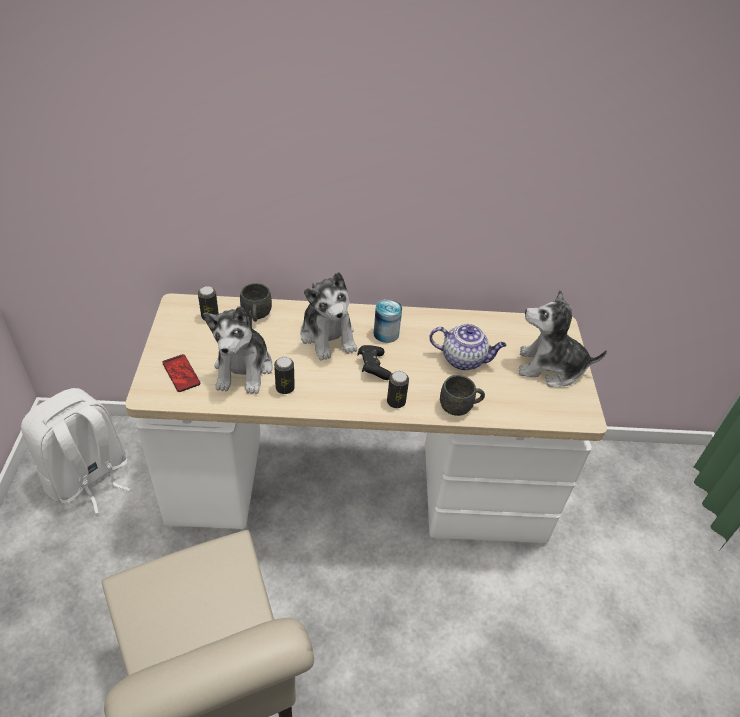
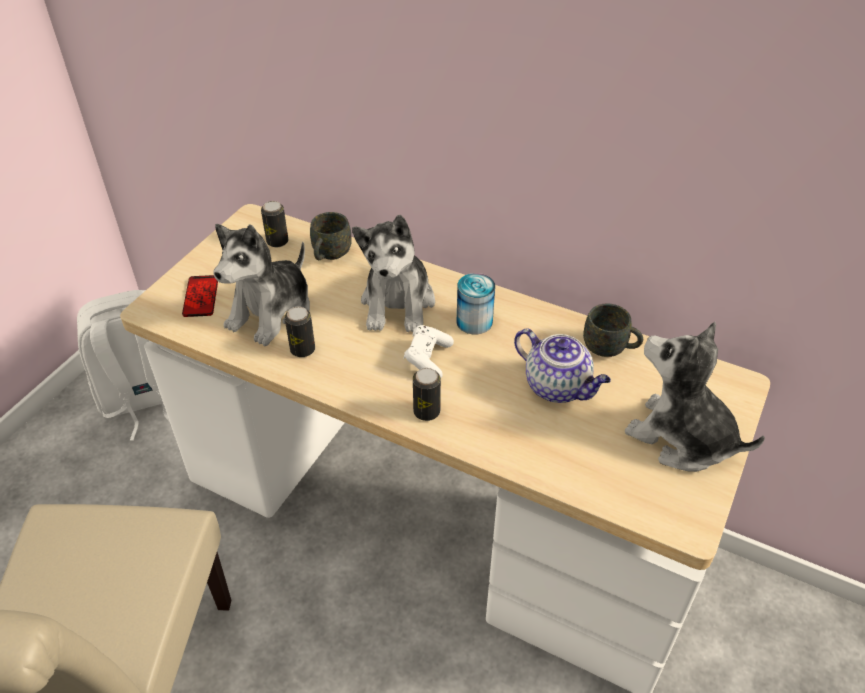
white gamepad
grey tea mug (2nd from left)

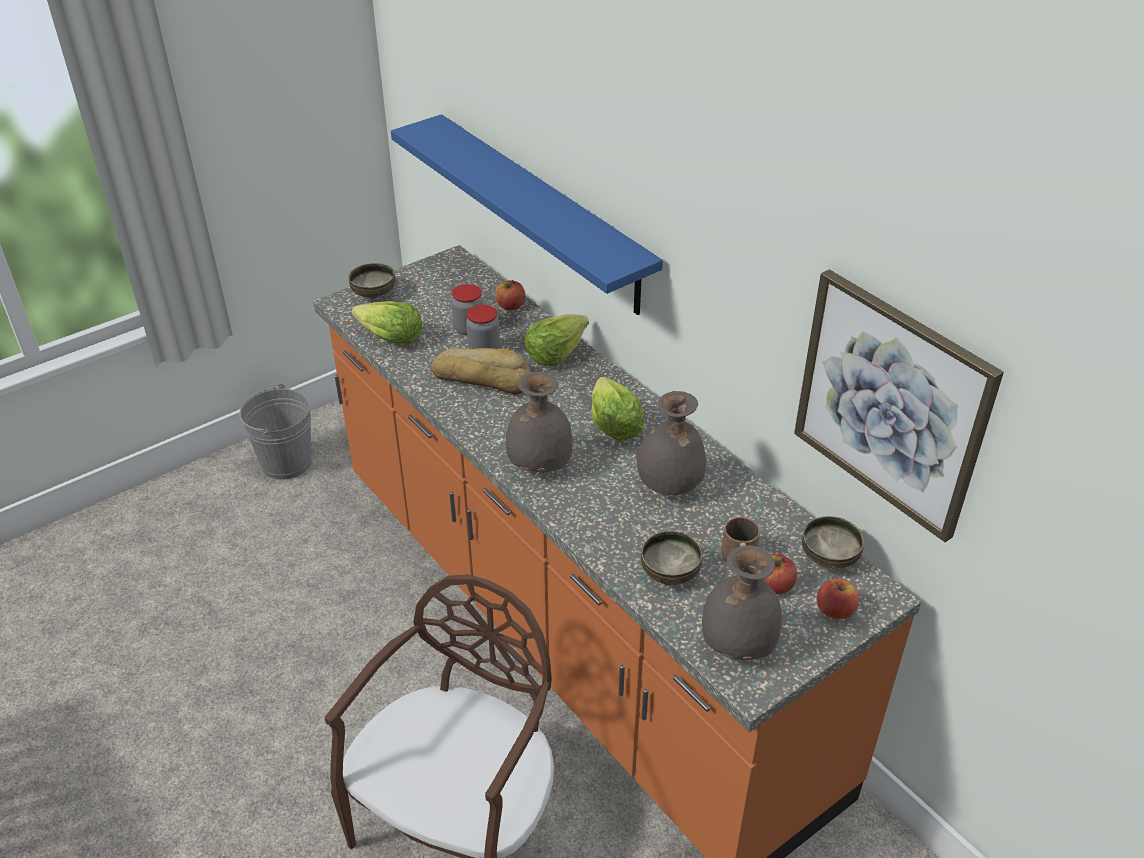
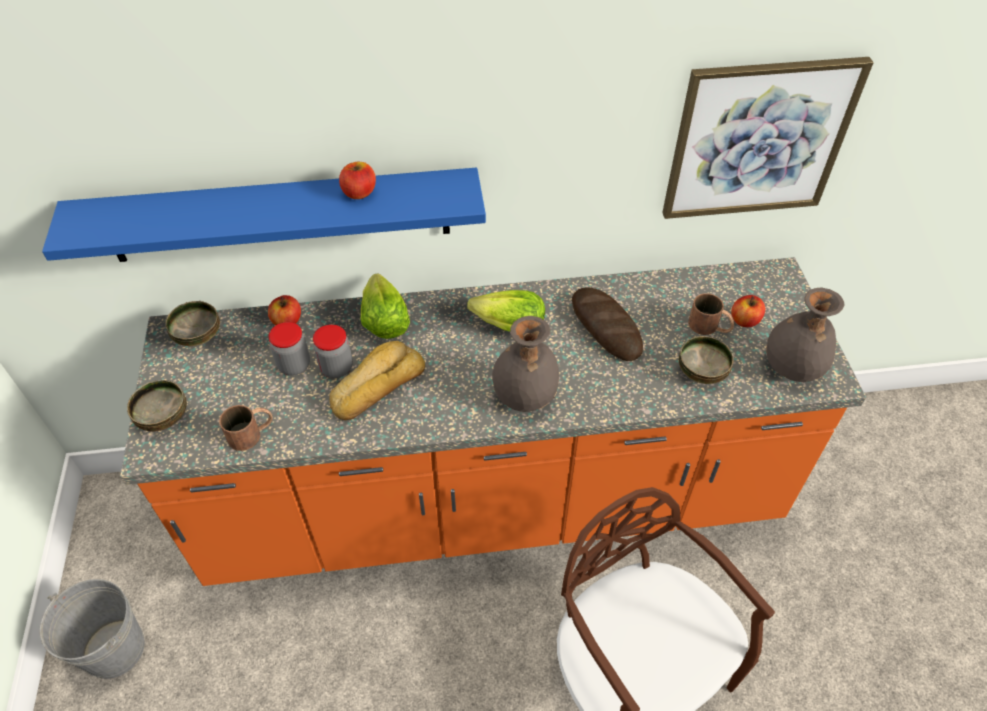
brownish tea mug (1st from left)
bread (2nd from left)
bowl (2nd from left)
whole apple (2nd from left)

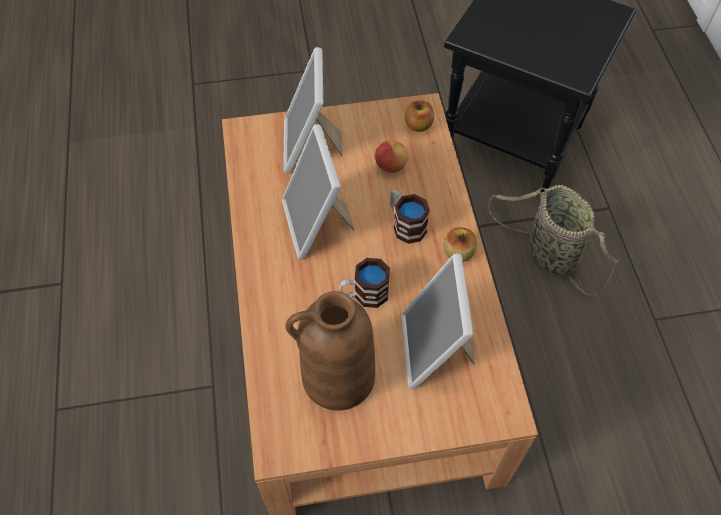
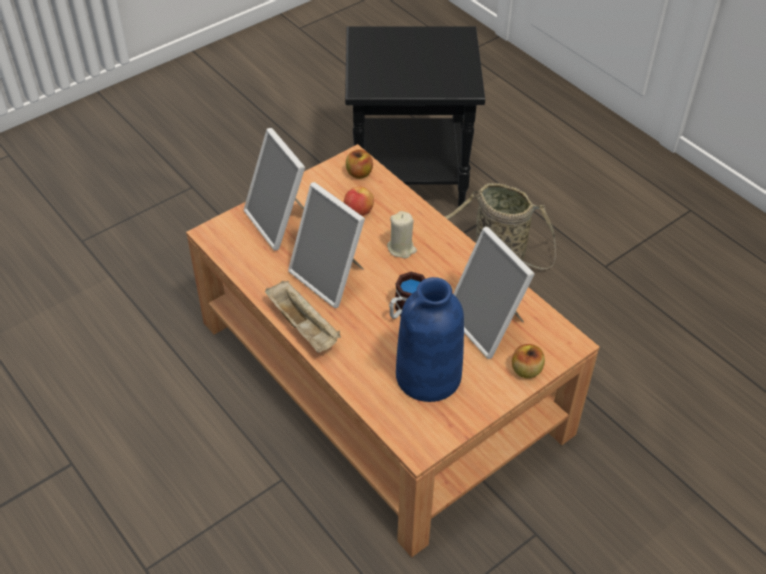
bluish vase
beige-coloured wax candle
whole apple (3rd from left)
beige-coloured carrying tray

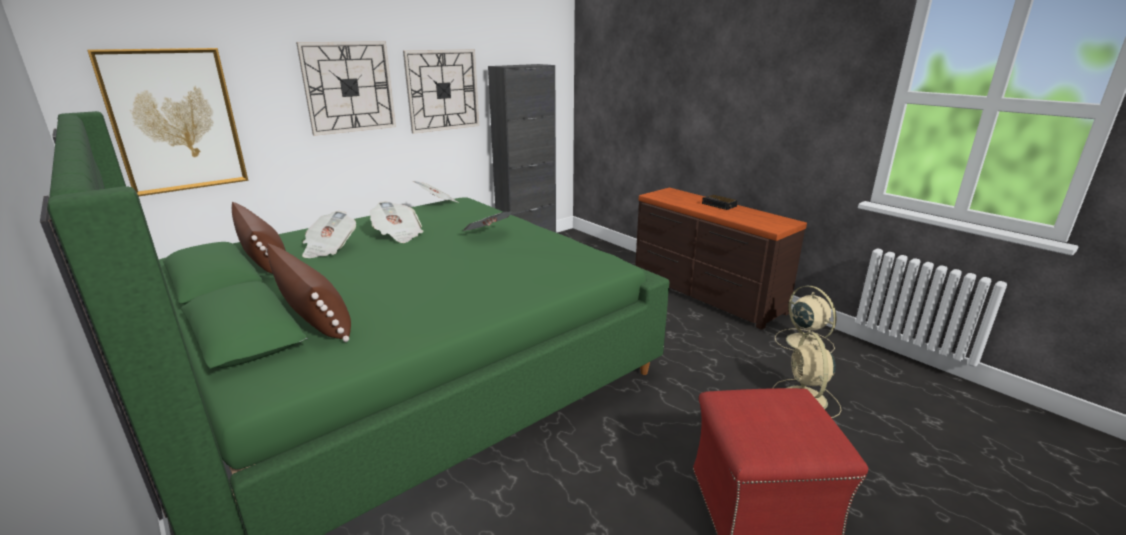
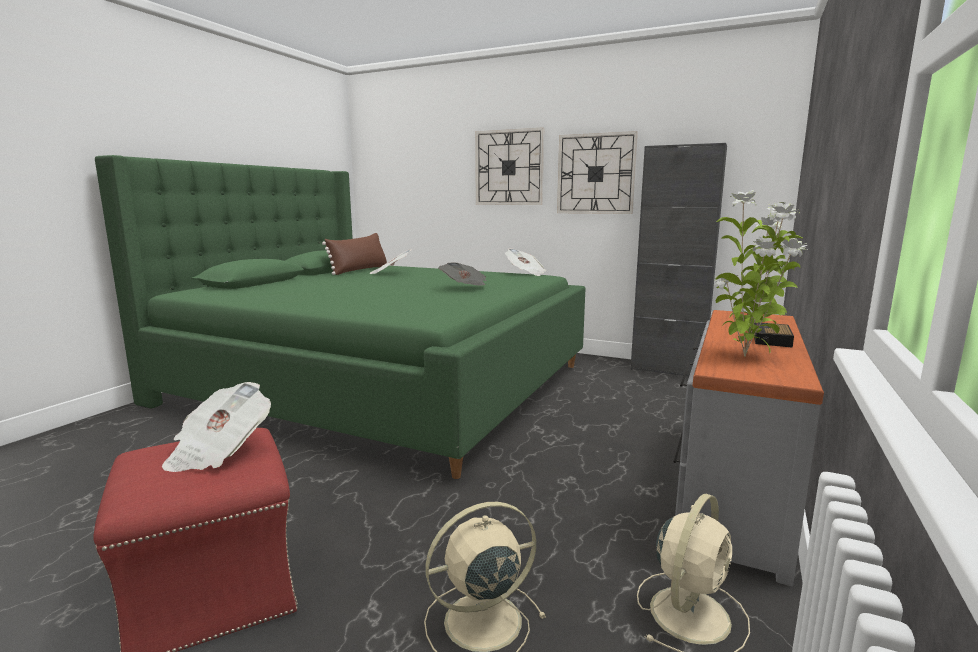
wall art
brownish cushion (2nd from left in the first image)
daily paper (1st from left)
grey drawer chest
plant in a pot

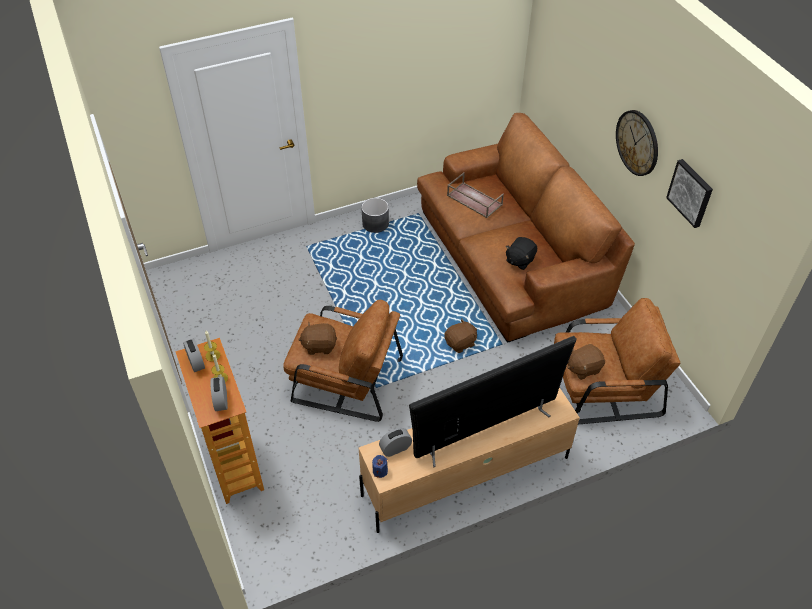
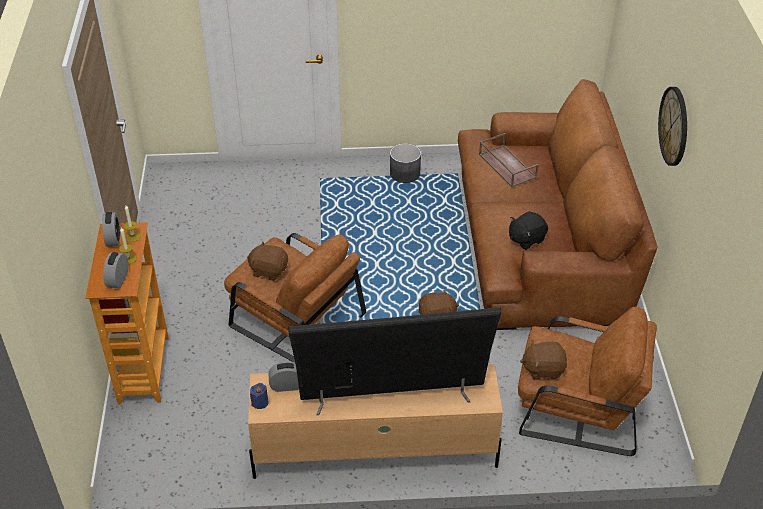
wall art

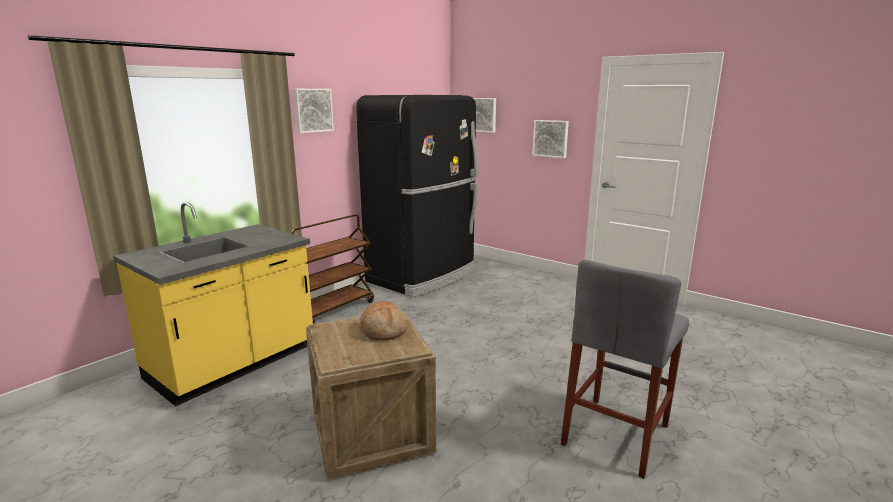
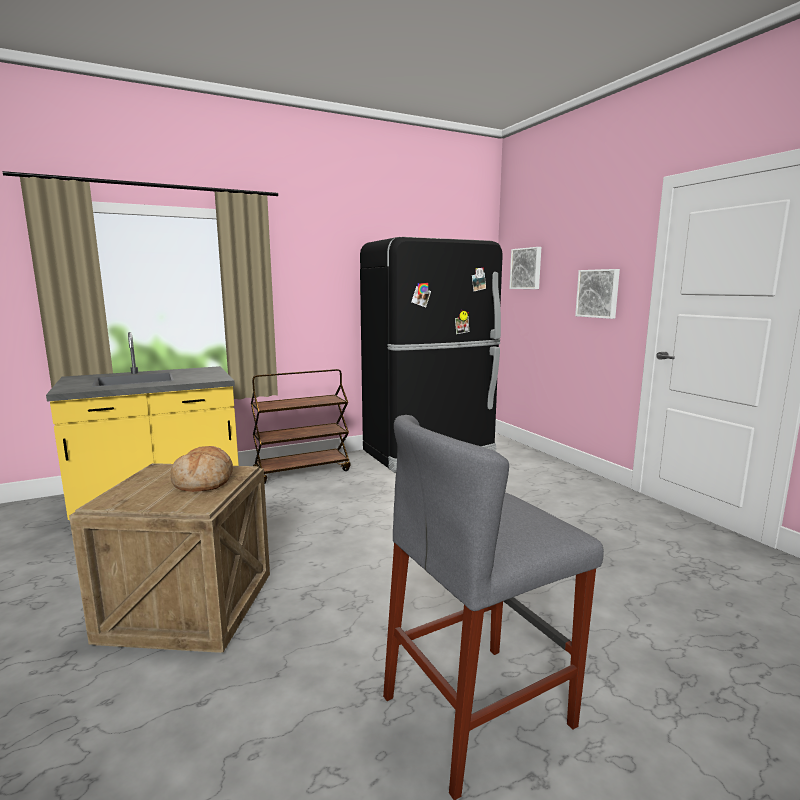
wall art (1st from left in the first image)

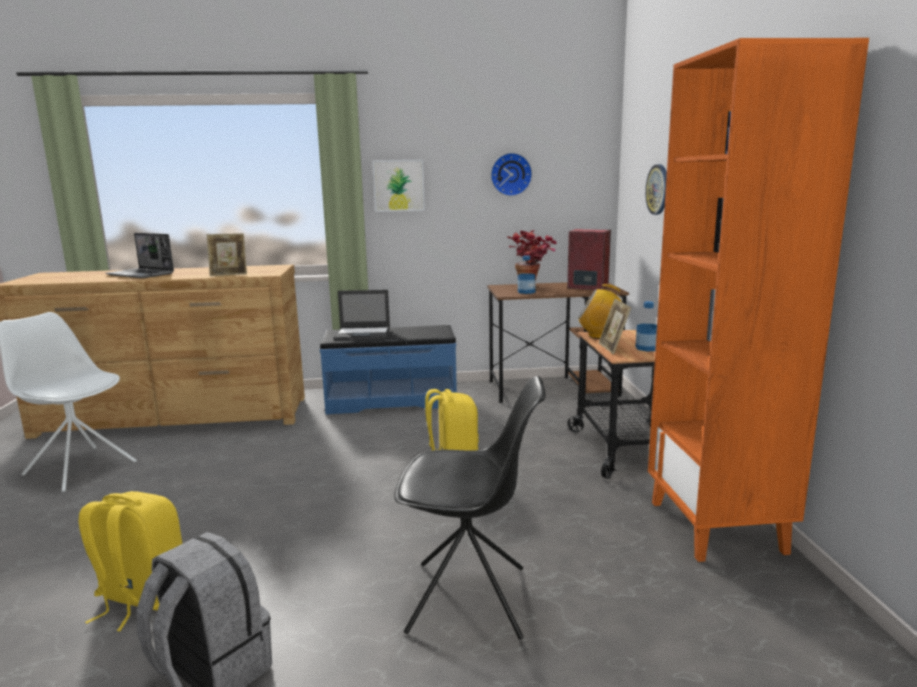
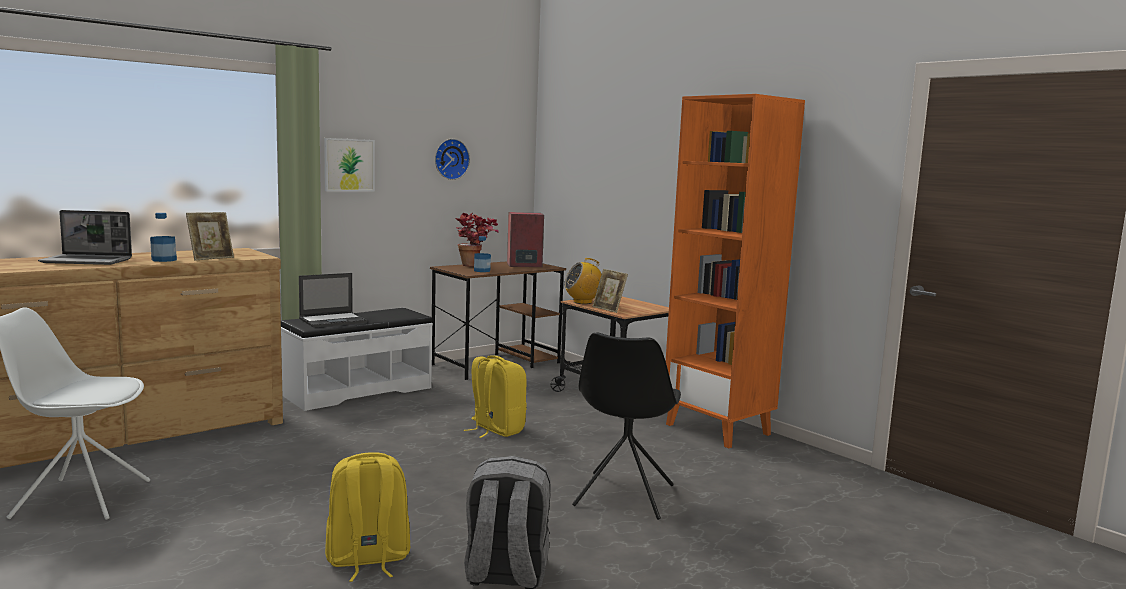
white bench
black-coloured upright chair
drink bottle (1st from left)
clock on the wall (2nd from left in the first image)

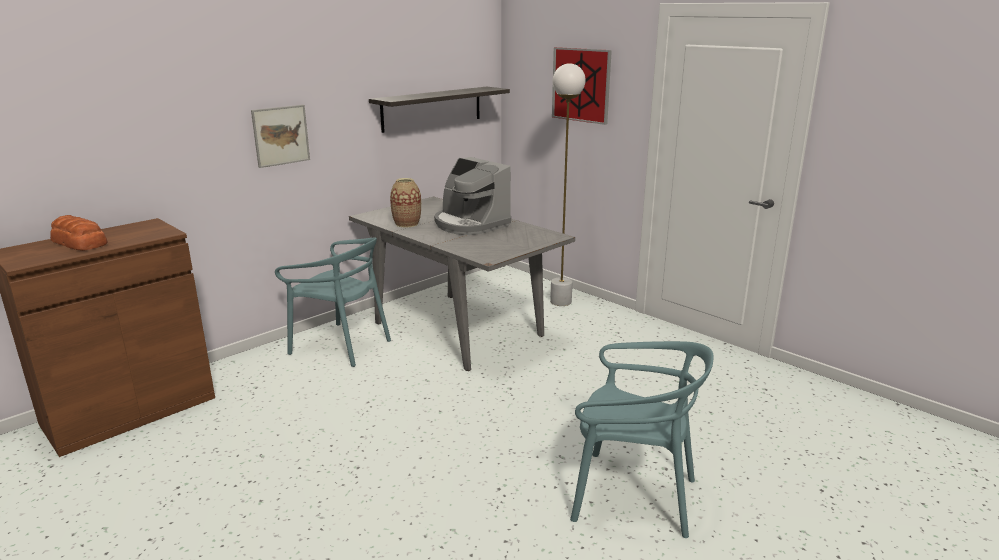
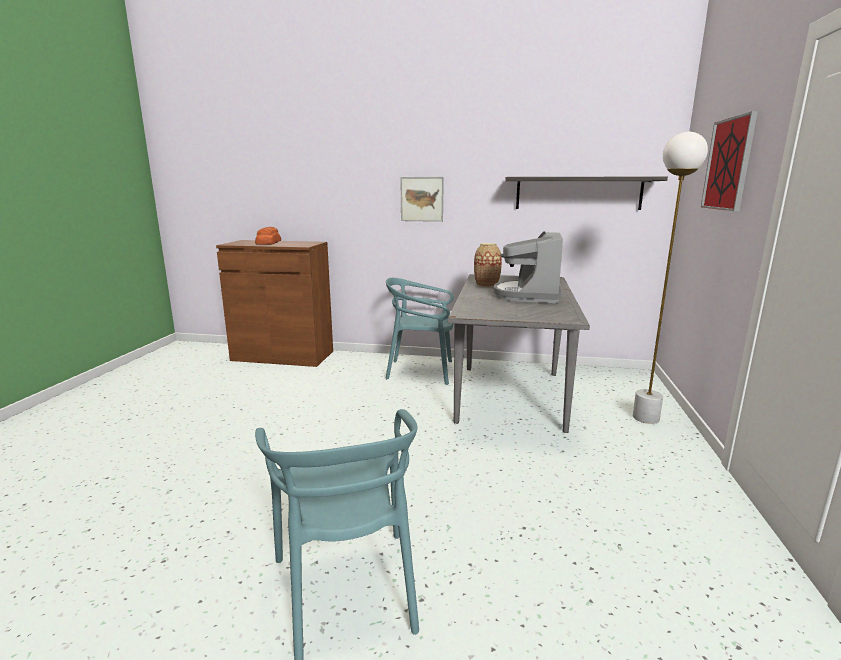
blue-green upright chair (2nd from left)

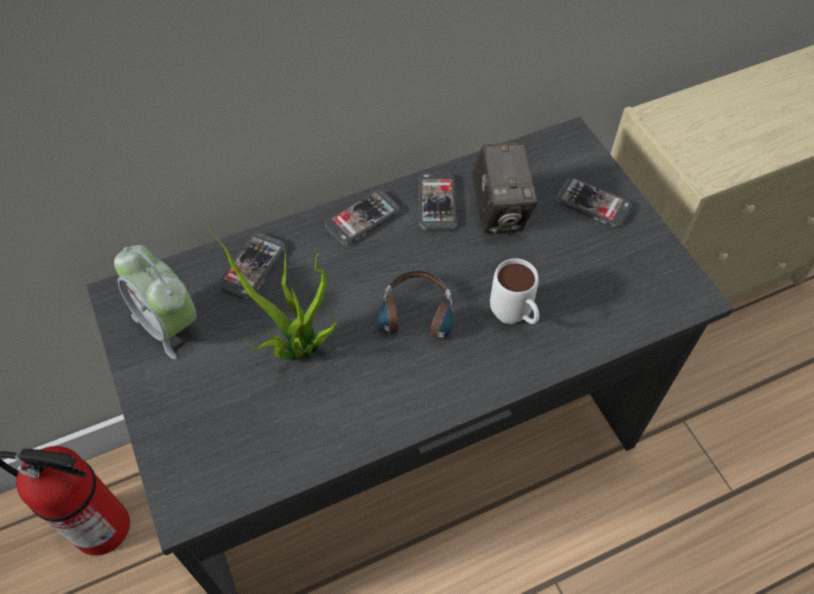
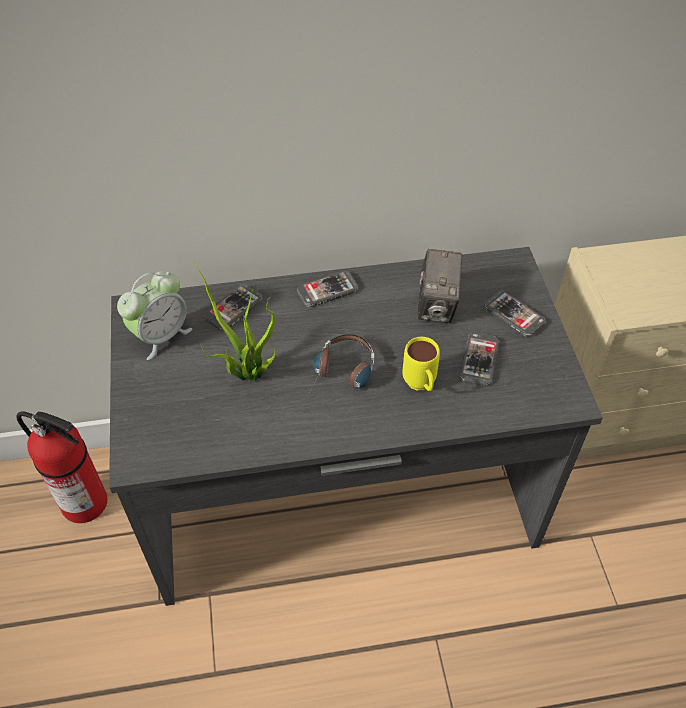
alarm clock
phone (3rd from left)
yellow tea mug

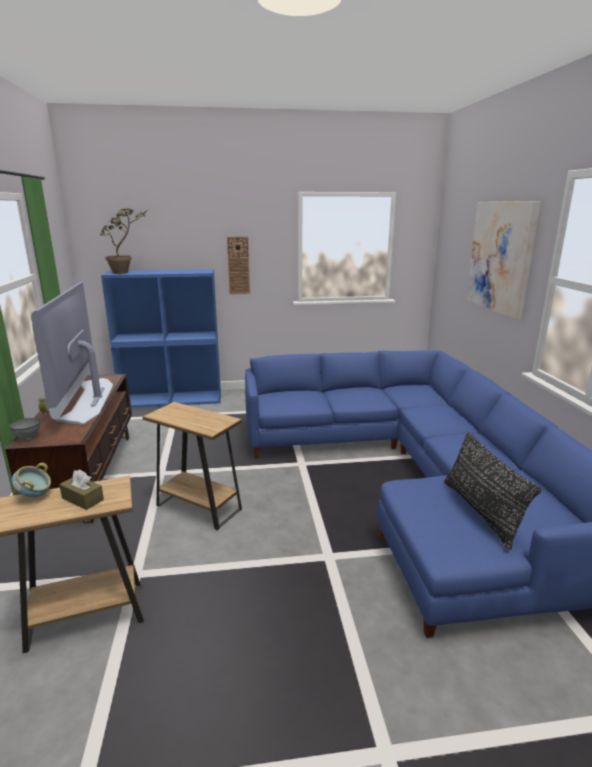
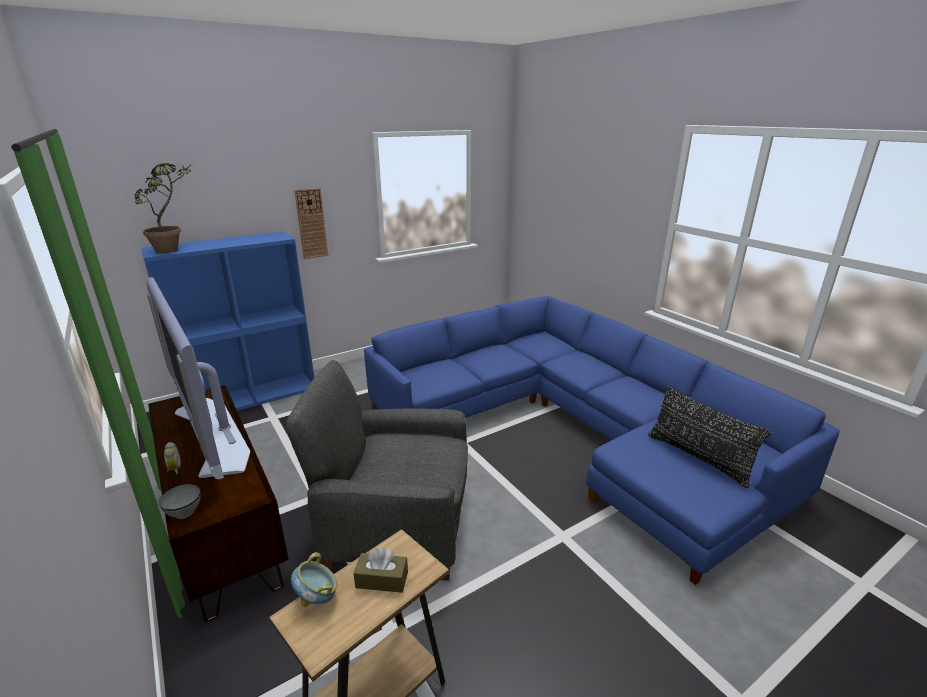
grey easy chair
wall art

